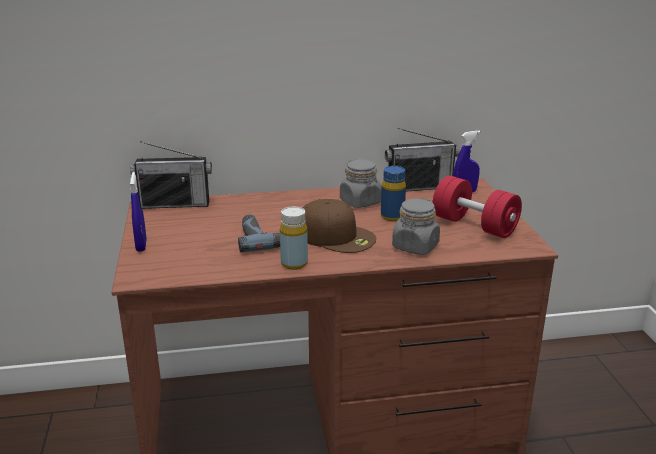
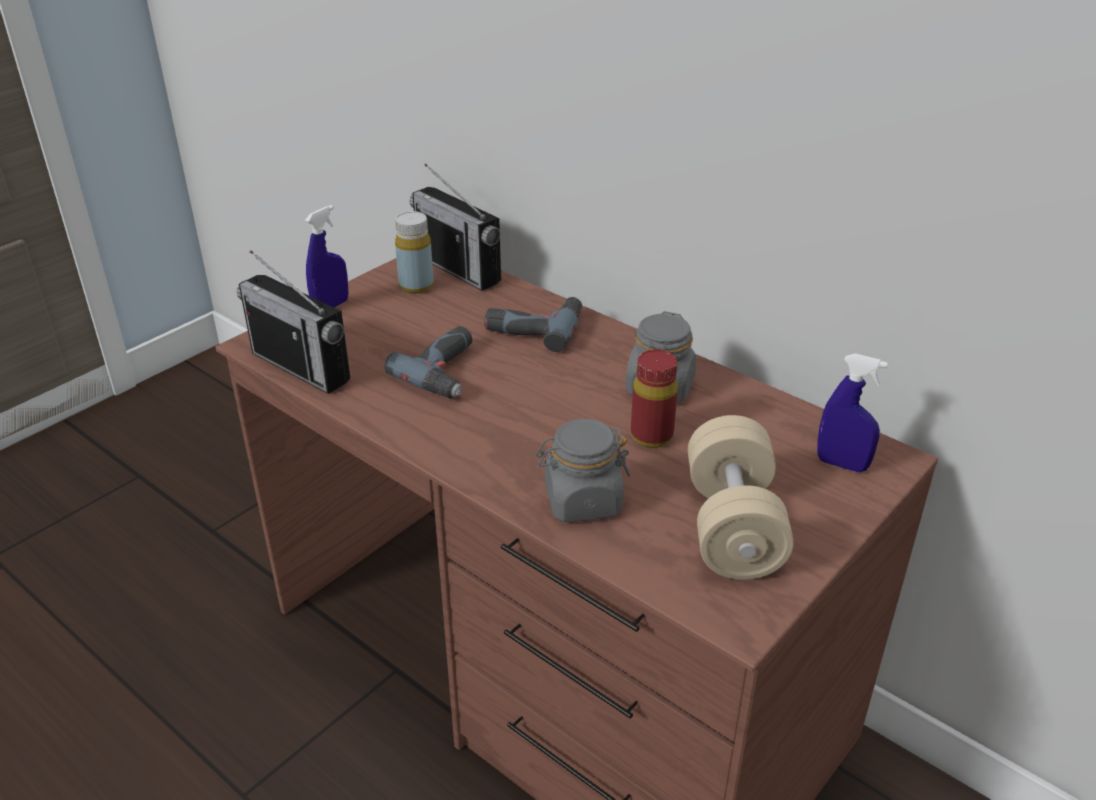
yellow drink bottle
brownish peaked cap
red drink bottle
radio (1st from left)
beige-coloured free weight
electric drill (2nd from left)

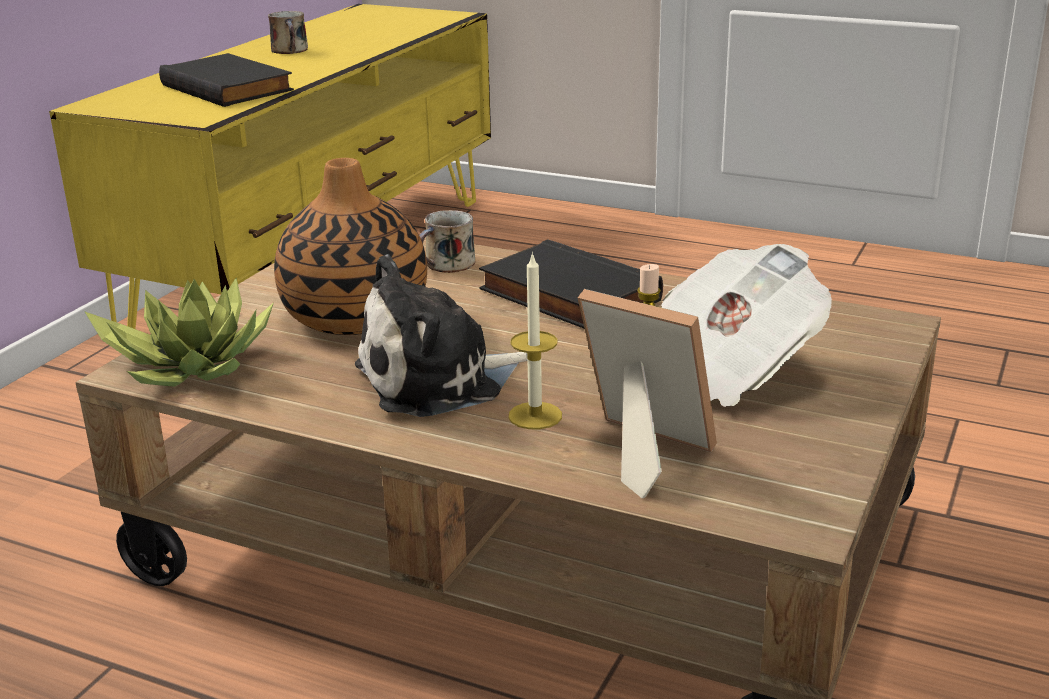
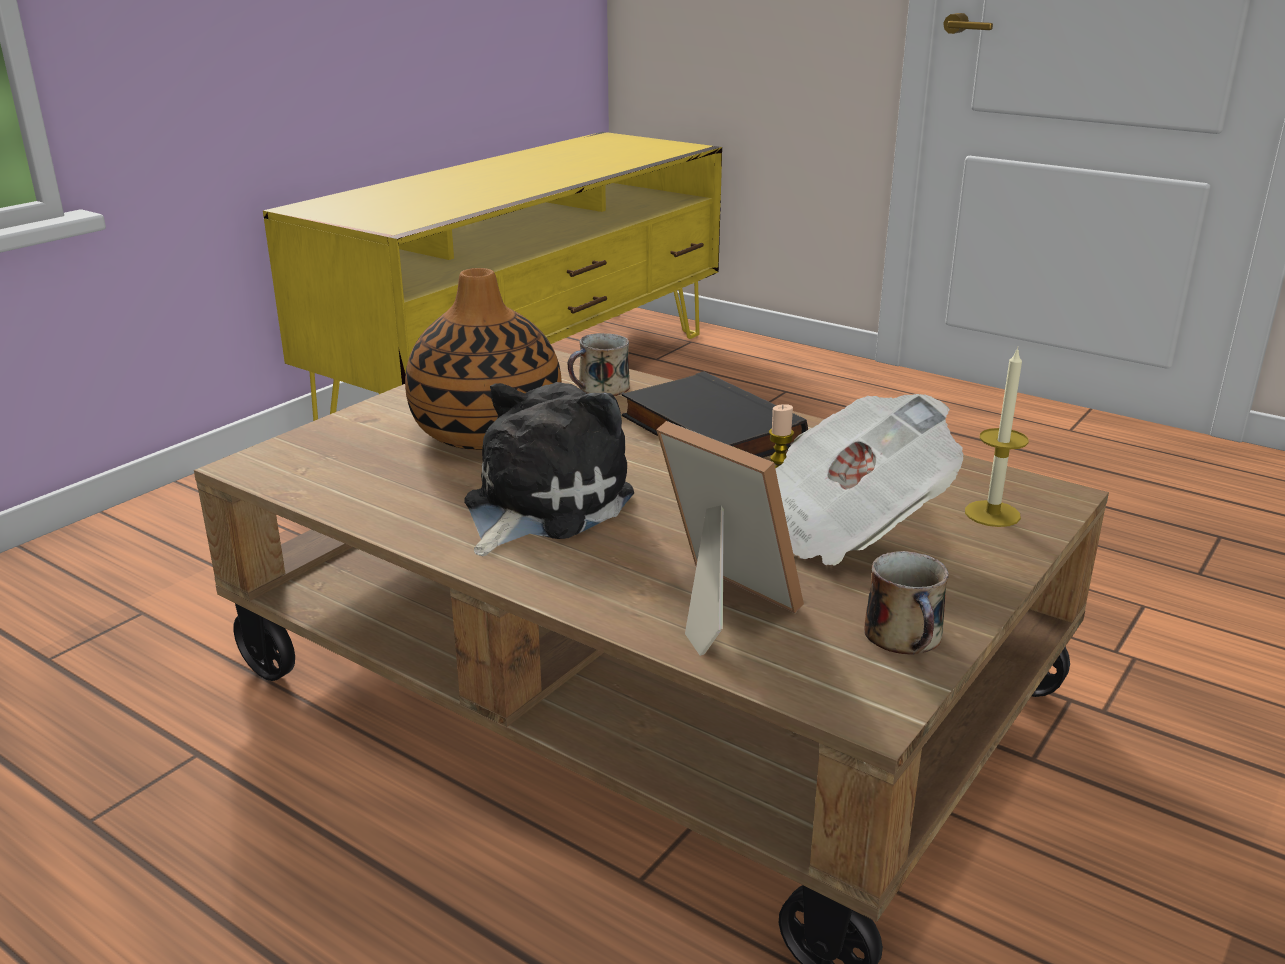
plant in a pot
black-coloured volume (1st from left in the first image)
tea mug (2nd from left)
soft toy
wax candle (2nd from left)

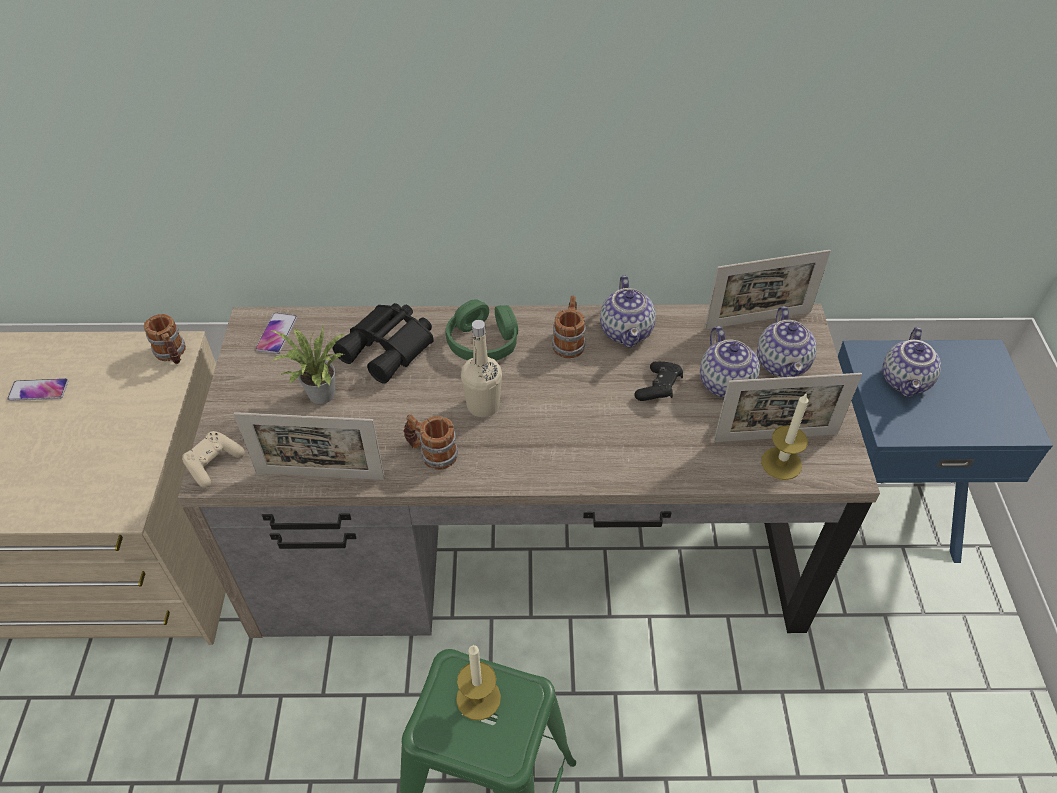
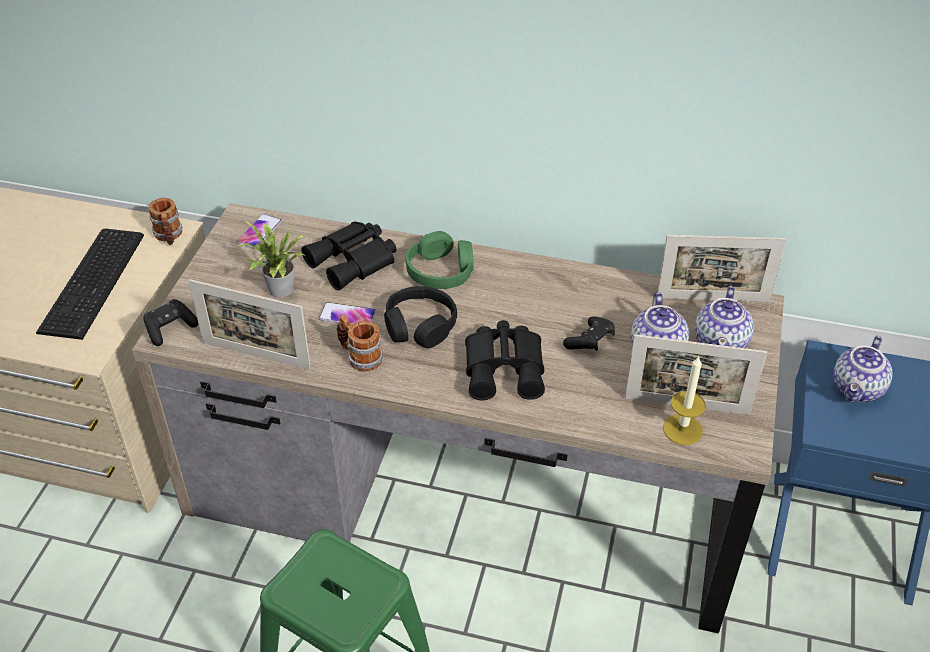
phone (2nd from left)
black-coloured gamepad (1st from left)
wax candle (1st from left in the first image)
black-coloured headphones
tea mug (3rd from left in the first image)
pot for tea (1st from left in the first image)
PC keyboard
black-coloured field glasses (2nd from left)

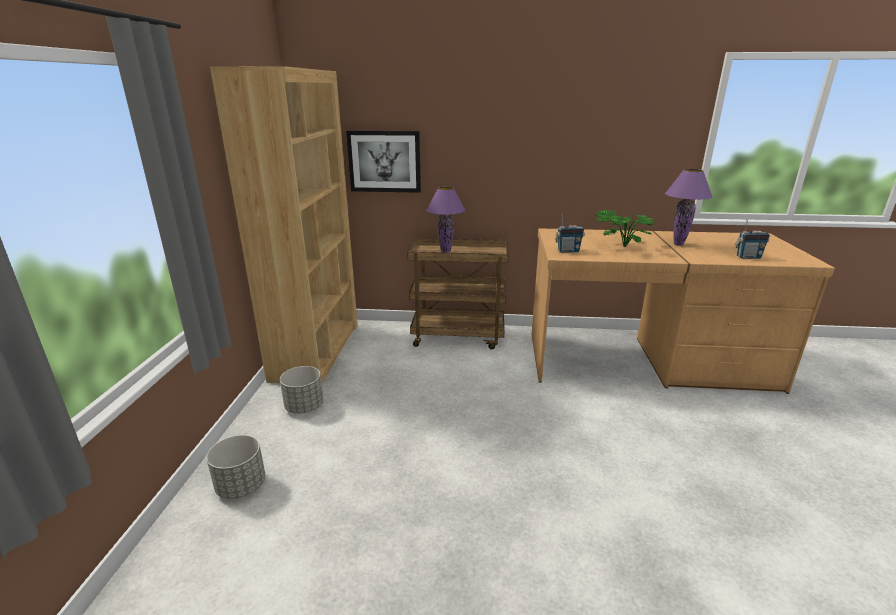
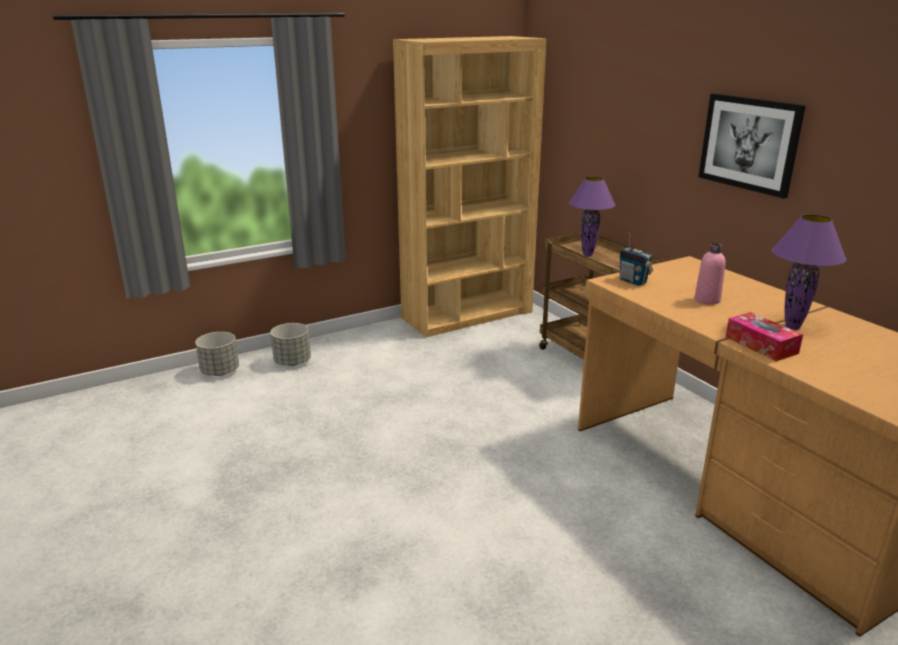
grey plant pot (1st from left)
wall art
pink-coloured drink bottle
radio (2nd from left in the first image)
tissue holder

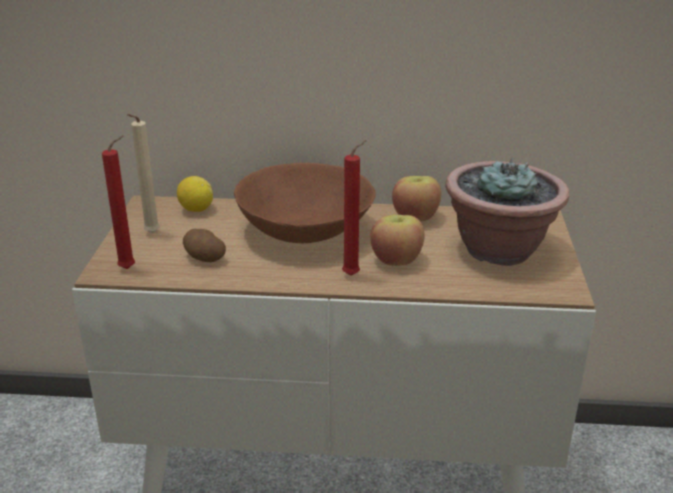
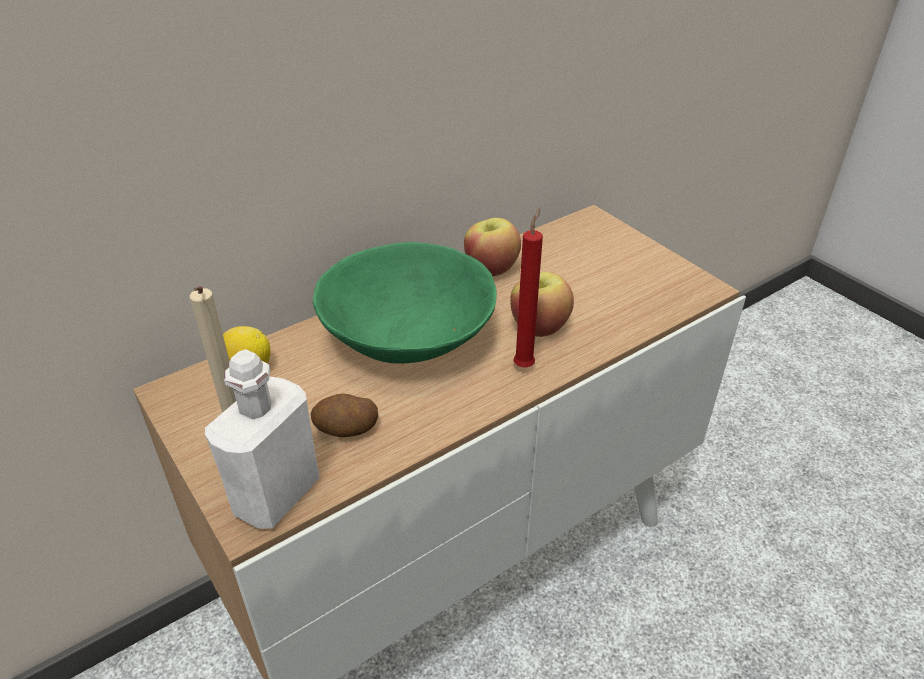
white drink bottle
green-coloured bowl
plant in a pot

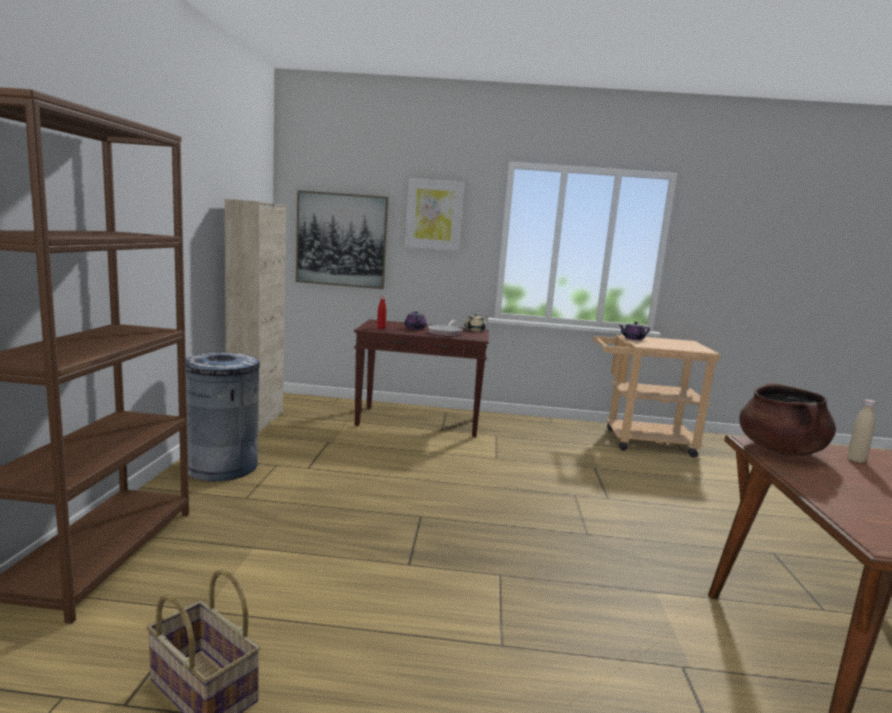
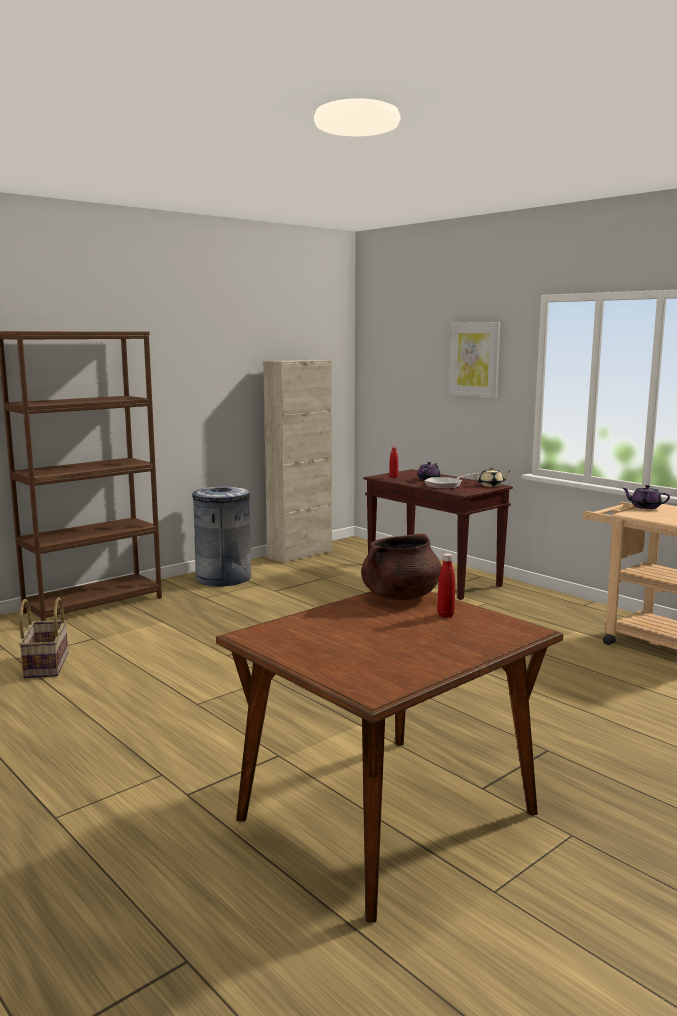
wall art (1st from left in the first image)
red drink bottle (2nd from left)

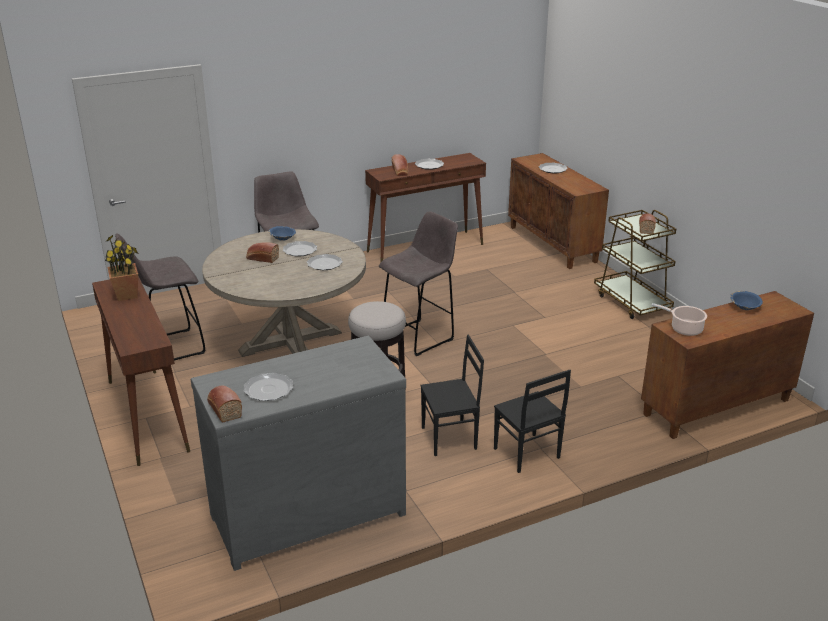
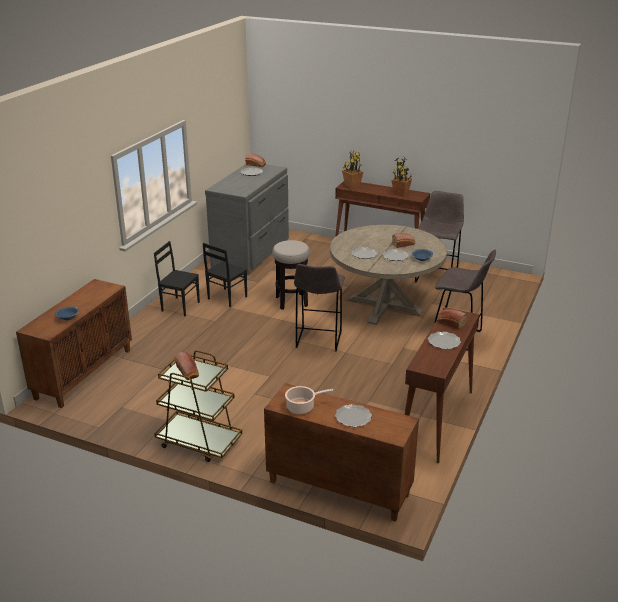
stockpot
plant in a pot (1st from left)

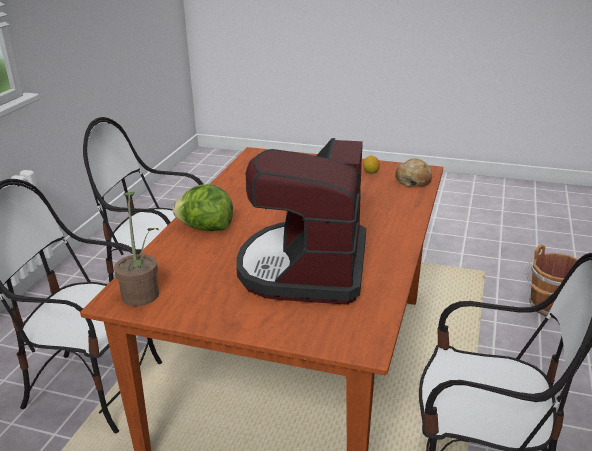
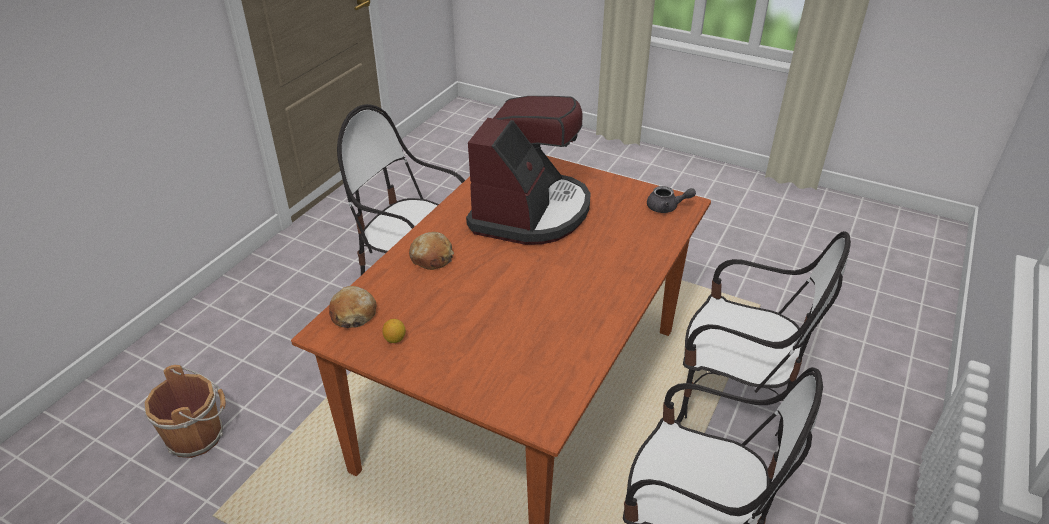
grey pot for tea
head of lettuce
bread (2nd from left)

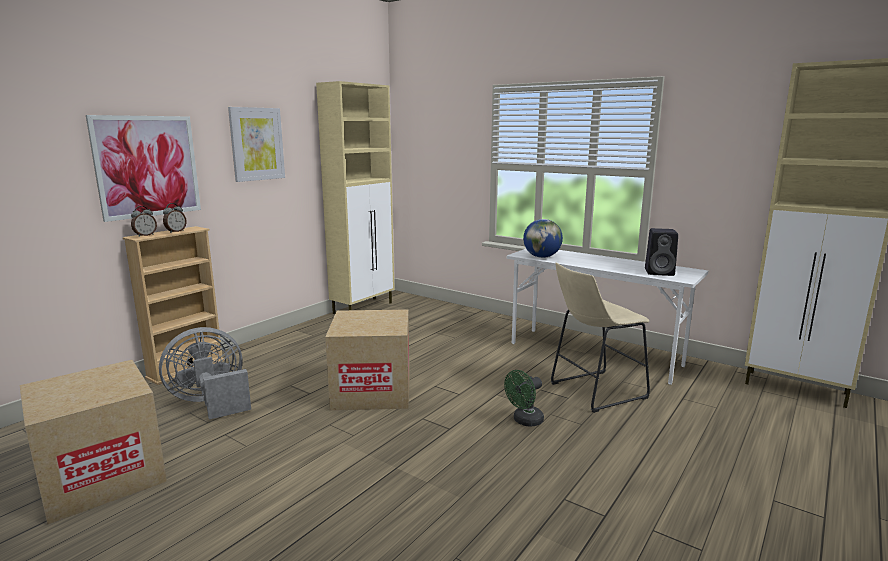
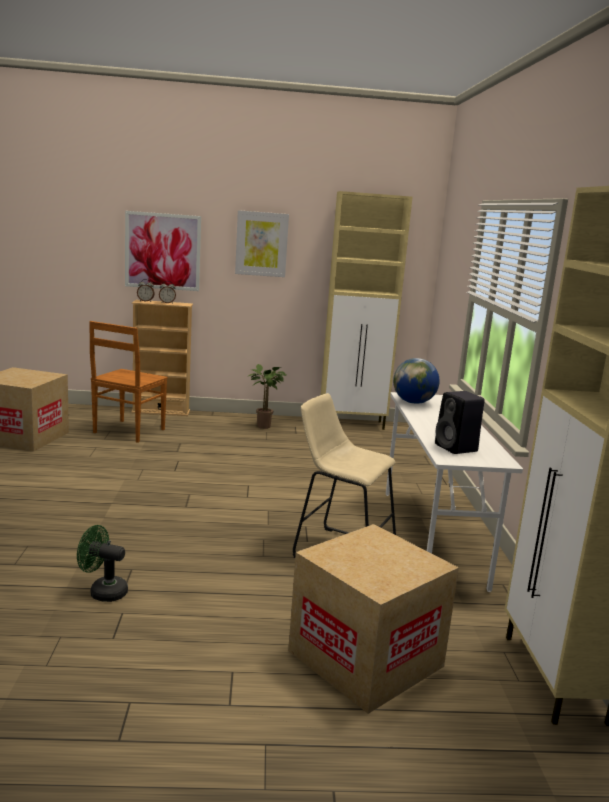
brownish upright chair
cardboard box (2nd from left)
green-coloured electric fan
plant in a pot

